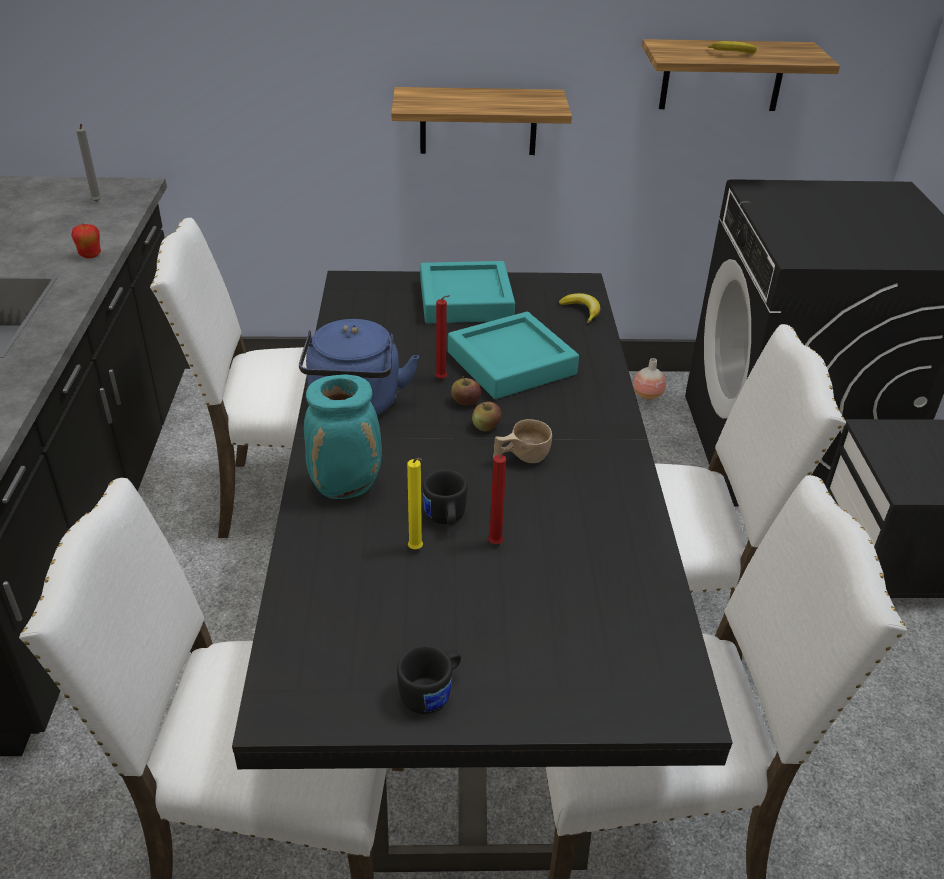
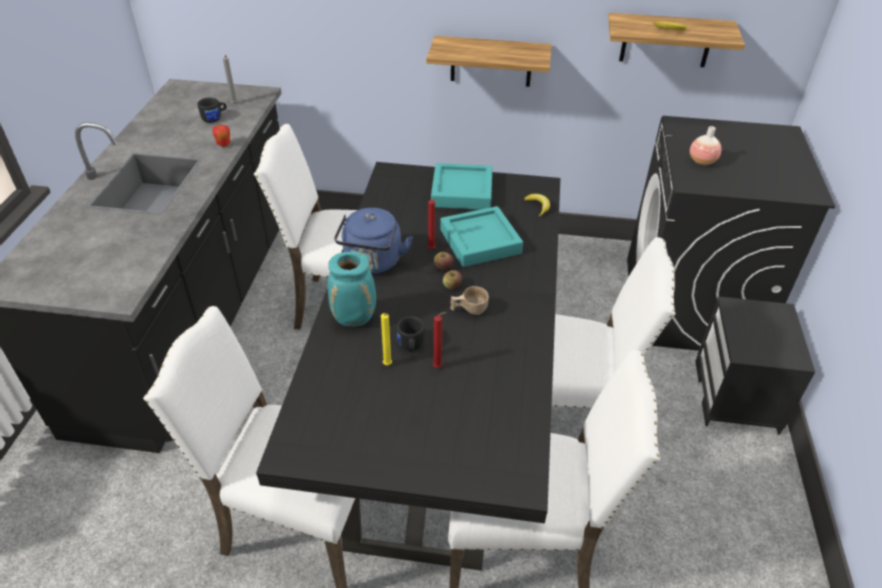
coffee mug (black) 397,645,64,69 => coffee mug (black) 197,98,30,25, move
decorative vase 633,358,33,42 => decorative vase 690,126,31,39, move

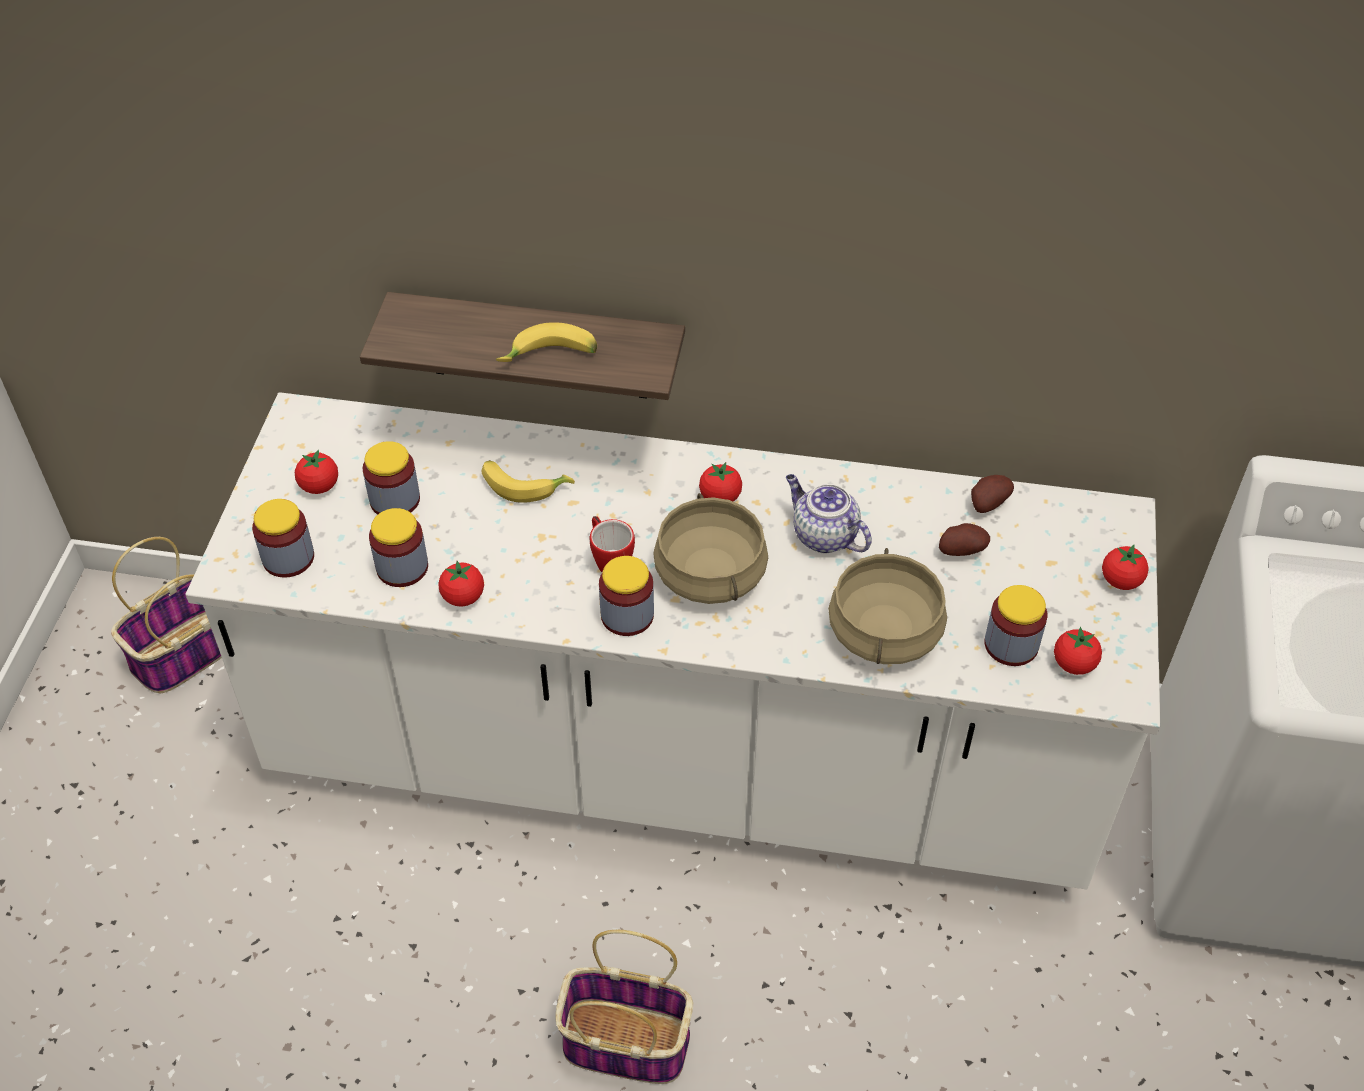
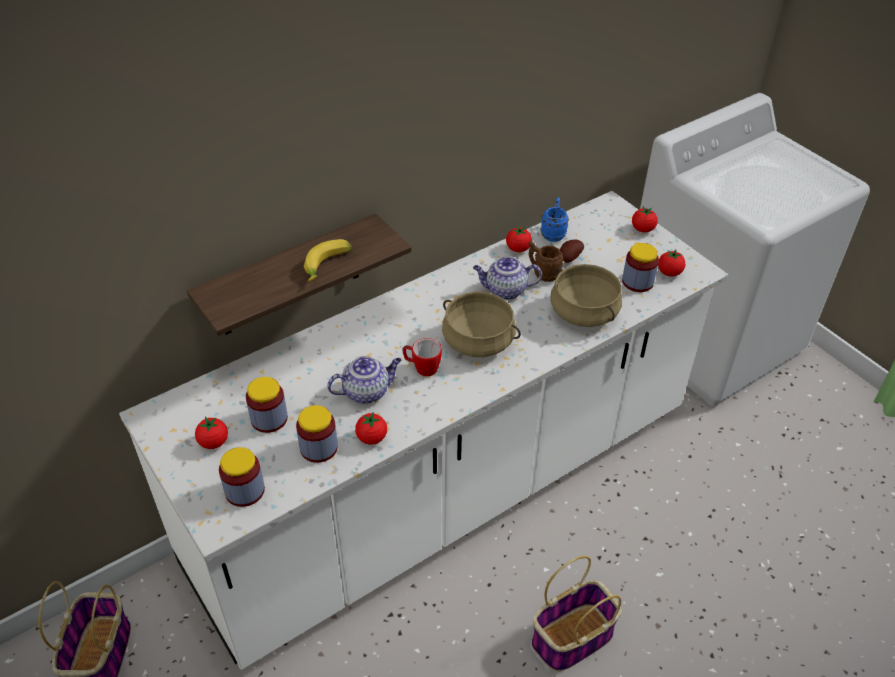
banana fruit 481,460,94,43 => nothing
storage jar 599,556,55,80 => nothing
whole tomato 699,462,43,40 => whole tomato 506,226,26,26, move
whole potato 971,475,43,38 => coffee mug (blue-coloured) 540,198,29,44
nothing => teapot 327,356,75,48
nothing => coffee mug (brown-coloured) 529,241,35,41

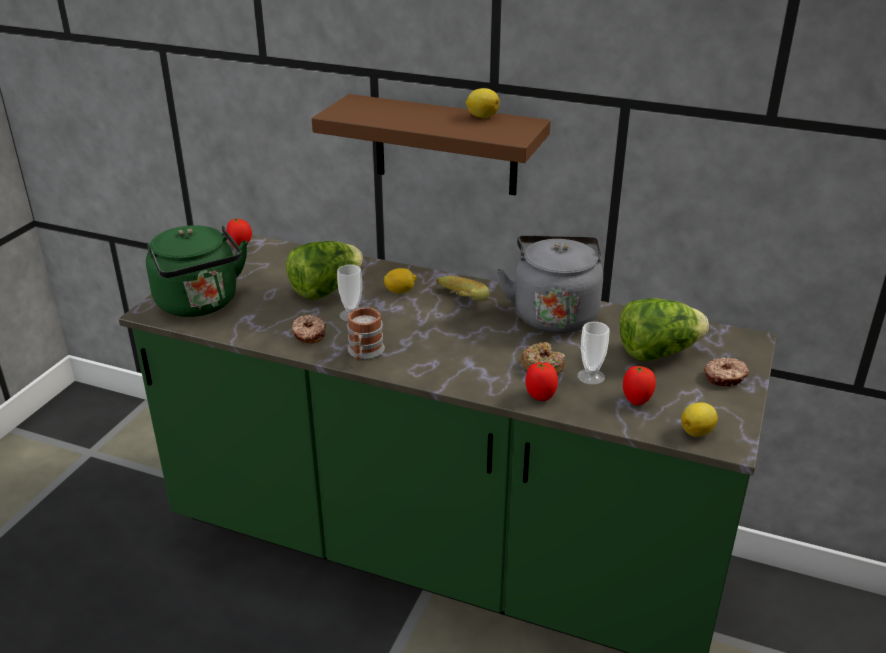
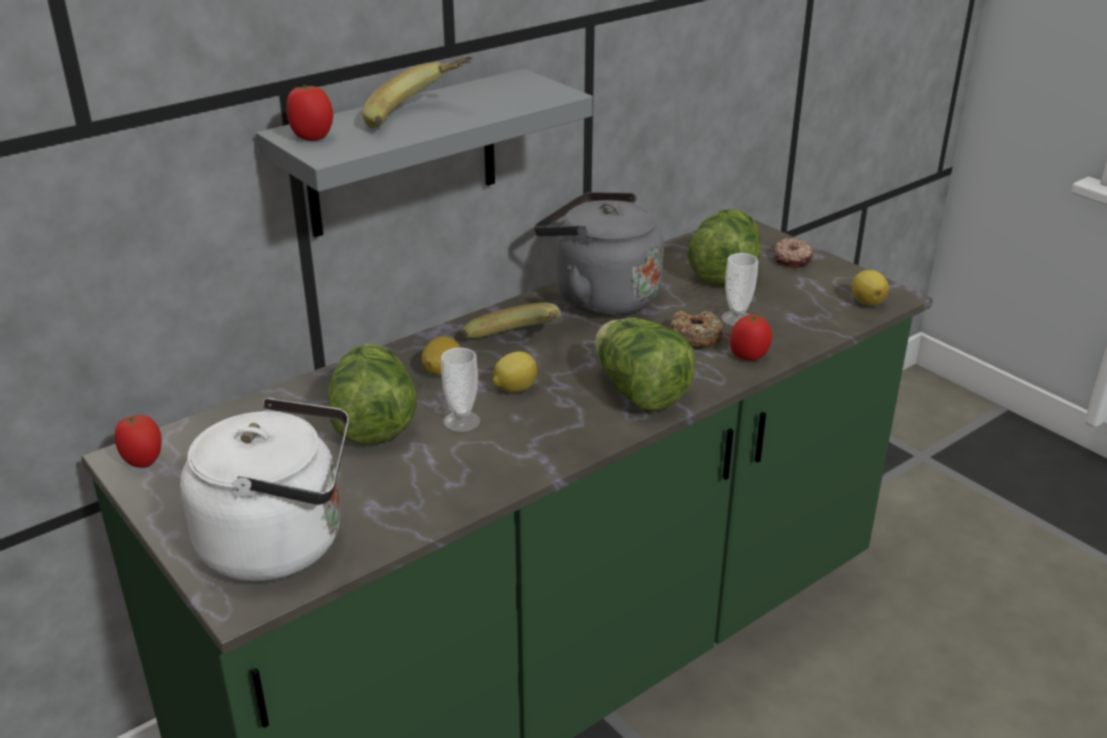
tea kettle (greenish) 146,225,102,92 => tea kettle (white-coloured) 180,398,169,184
doughnut 292,315,34,29 => nothing
wall shelf (brown-coloured) 312,94,238,102 => wall shelf (gray) 256,69,337,168
coffee mug 347,307,38,54 => nothing
lemon 465,88,35,30 => lemon 493,352,45,41, move
whole tomato 623,365,33,40 => whole tomato 287,85,46,56, move
nothing => banana fruit 362,57,110,71
nothing => lettuce 595,318,101,94

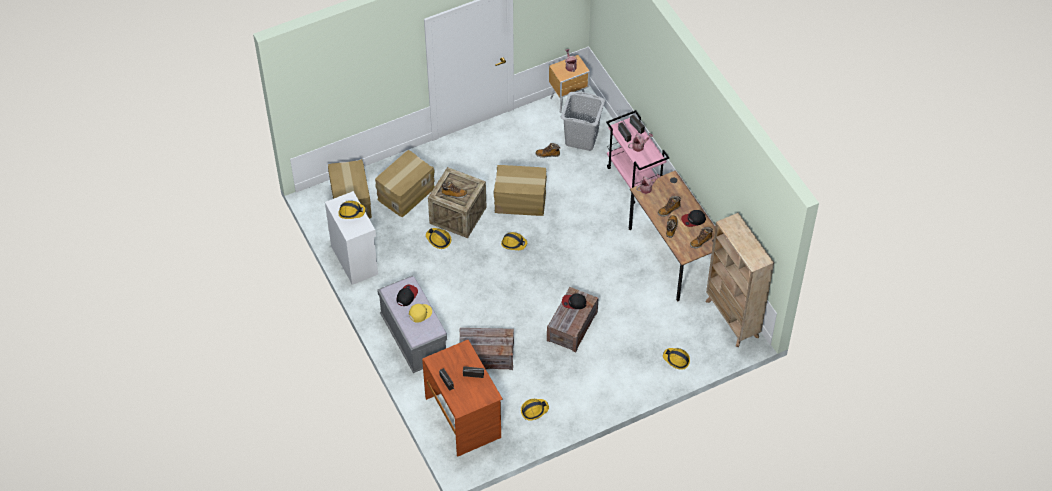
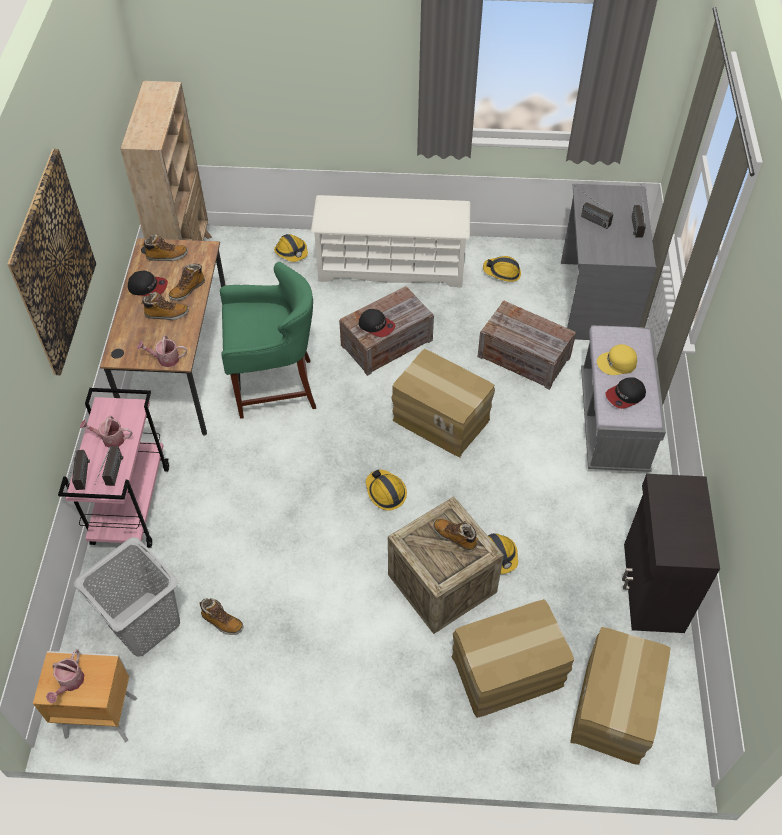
storage cabinet (white-coloured) 325,191,53,94 => storage cabinet (black) 622,474,98,159
safety helmet 338,201,28,18 => nothing
desk table (brown-coloured) 422,340,81,117 => desk table (gray) 561,184,96,156
cardboard box 494,165,53,51 => cardboard box 391,349,104,108, move
nothing => wall picture 7,149,89,226
nothing => stool (greenish) 220,262,96,157
nothing => shoe stand (white-coloured) 311,195,160,93

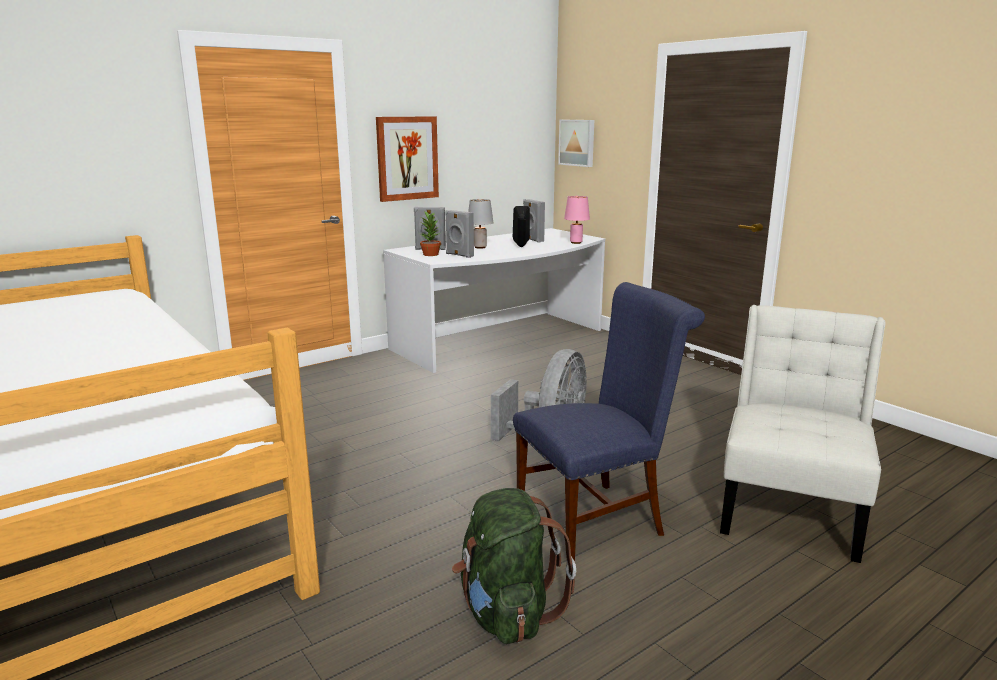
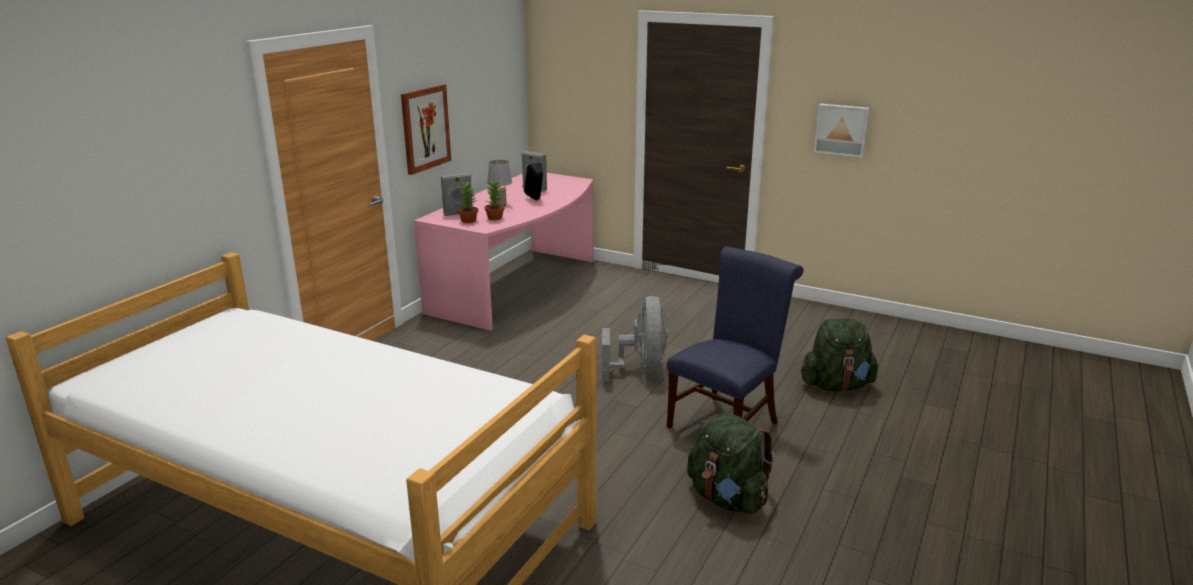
desk table (white-coloured) 383,228,222,145 => desk table (pinkish) 414,173,179,158
audio speaker (gray) 445,210,29,48 => houseplant 485,178,20,42
wall picture 558,120,36,47 => wall picture 814,104,56,54, move
tabletop lamp (pinkish) 564,196,26,48 => nothing
chair (white-coloured) 720,305,165,258 => knapsack (greenish) 801,319,78,72

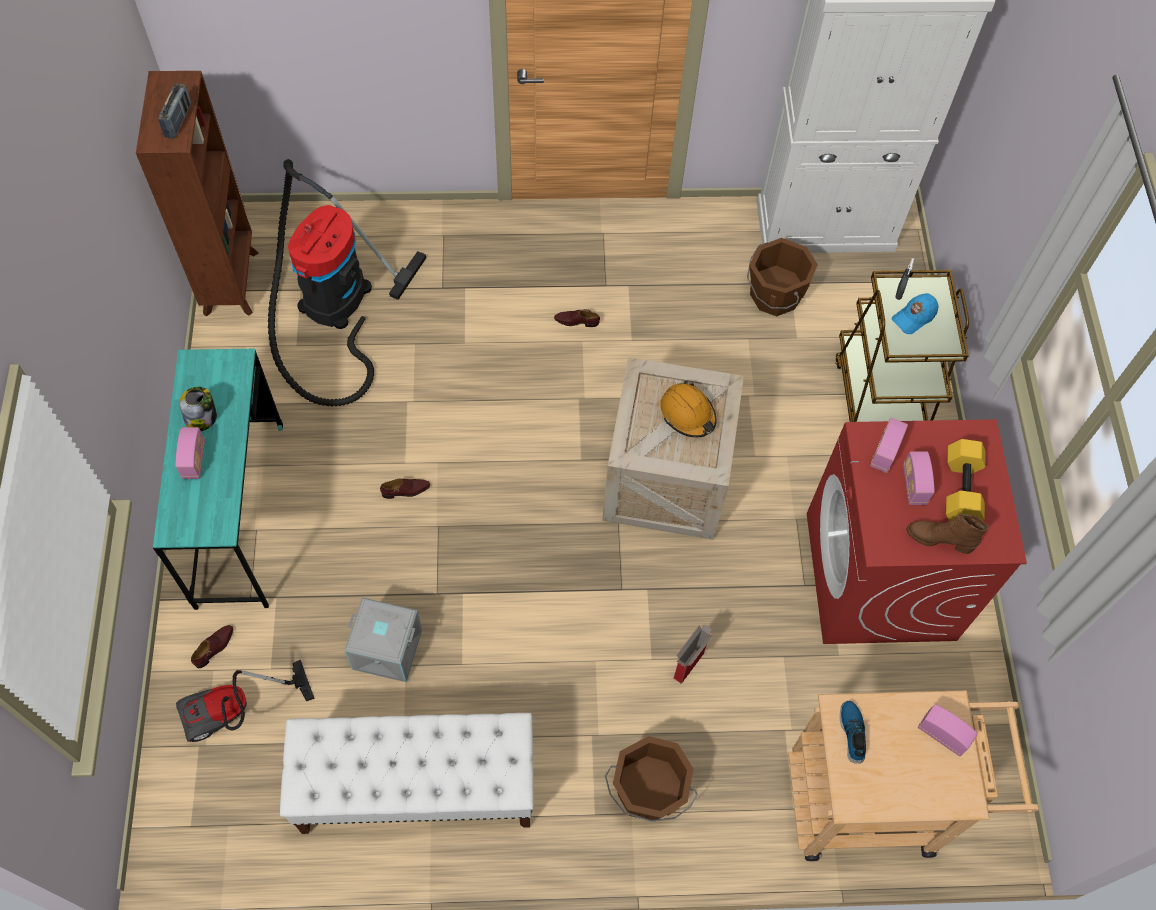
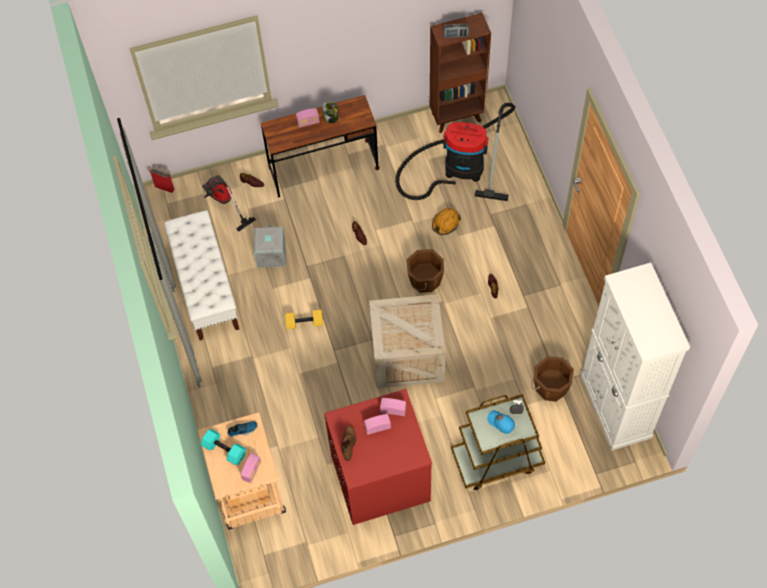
desk table (blue-green) 153,349,130,261 => desk table (brown-coloured) 261,95,119,103
pail (brown-coloured) 605,736,93,86 => pail (brown-coloured) 407,249,37,44, move
safety helmet (orange-coloured) 660,381,56,57 => safety helmet (orange-coloured) 432,208,29,27, move
cardboard box 674,624,39,60 => cardboard box 147,165,27,28, move
dumbbell (yellow-coloured) 946,439,40,83 => dumbbell (yellow-coloured) 285,310,38,19, move
nothing => dumbbell (blue-green) 201,429,45,36

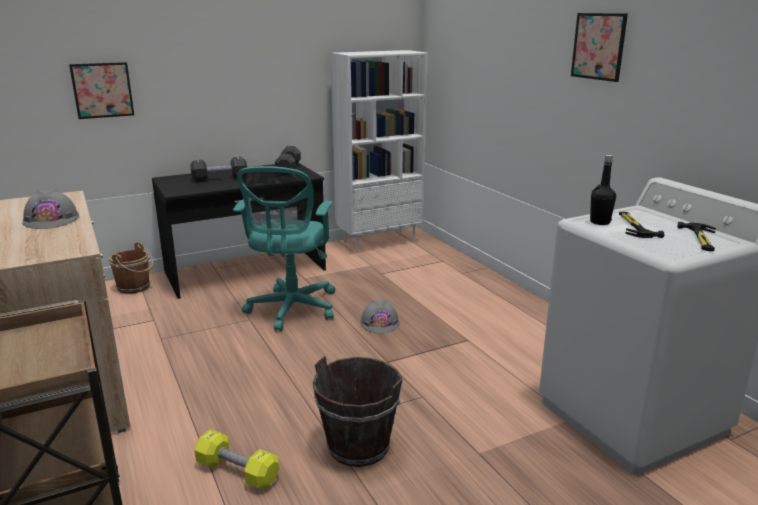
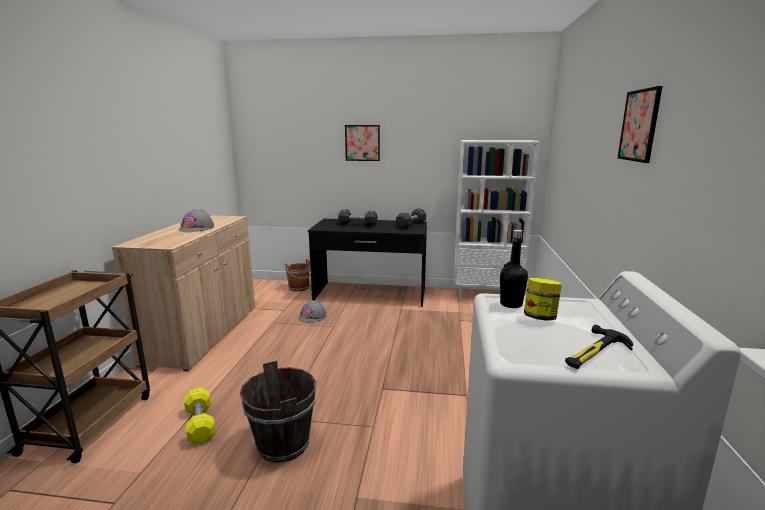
wall picture 69,62,65,57 => wall picture 345,125,35,36, move
computer chair (blue-green) 233,166,102,165 => nothing
safety helmet (gray) 360,300,39,34 => safety helmet (gray) 298,300,29,23, move
tool hammer 619,212,45,26 => storage jar 524,278,38,43

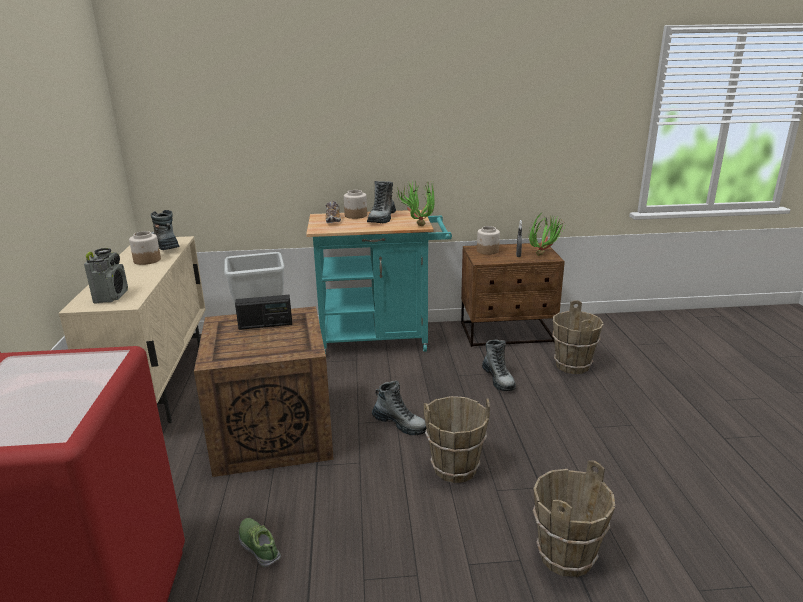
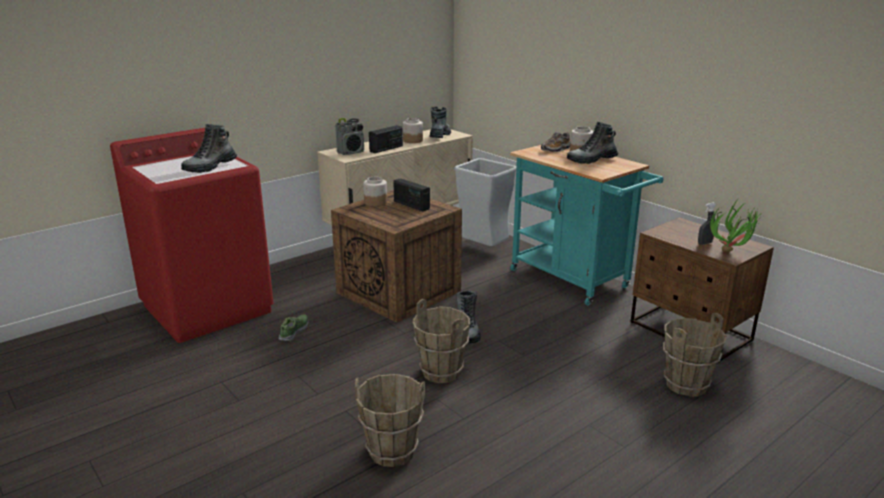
houseplant 397,180,37,46 => nothing
storage jar 477,226,23,29 => storage jar 363,177,24,30, move
boot 482,339,34,52 => boot 181,124,56,49, move
nothing => radio set 369,125,34,28

